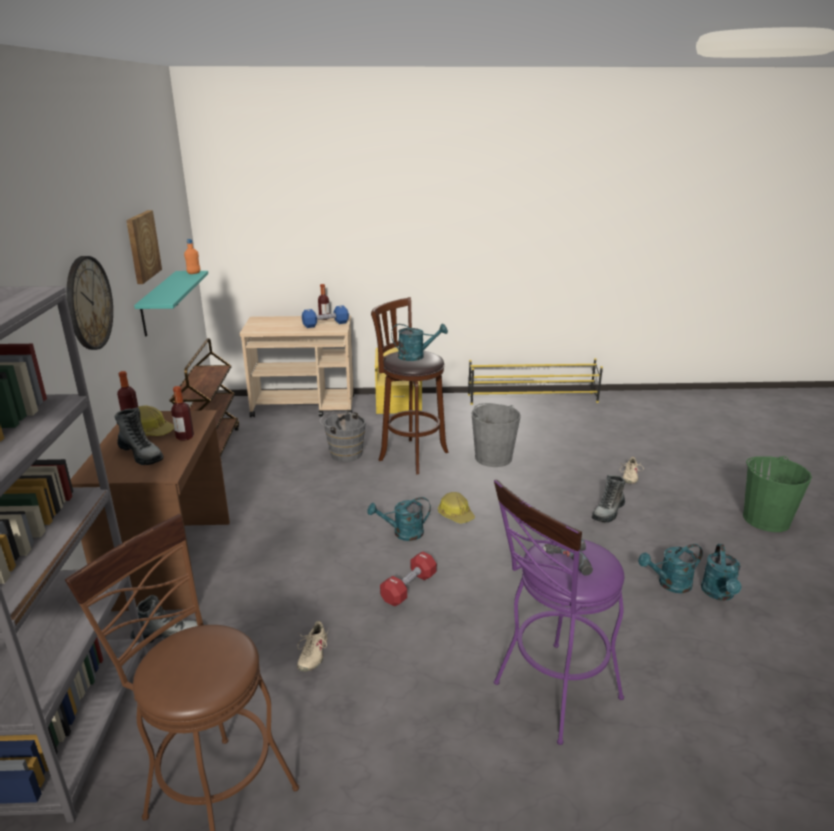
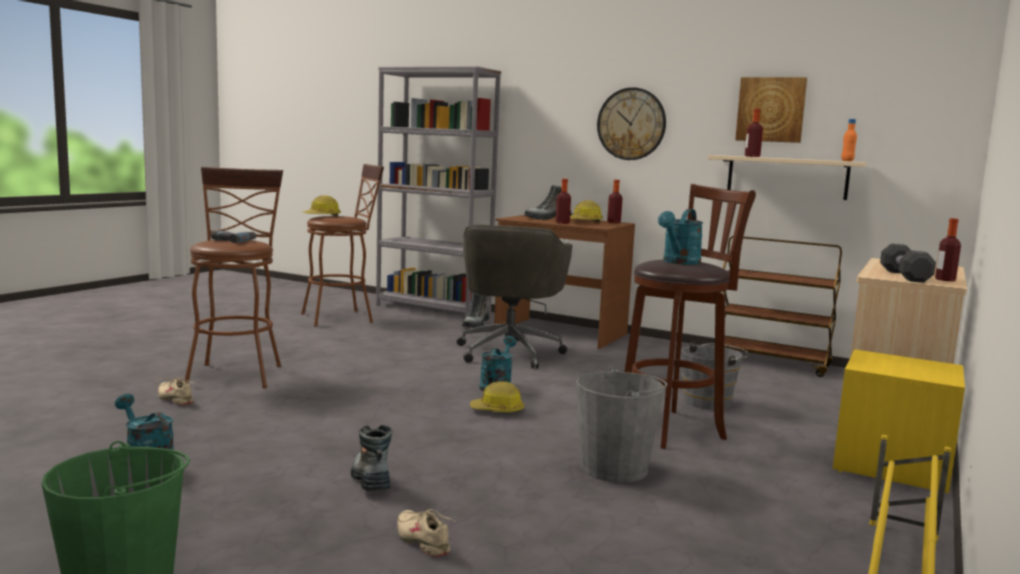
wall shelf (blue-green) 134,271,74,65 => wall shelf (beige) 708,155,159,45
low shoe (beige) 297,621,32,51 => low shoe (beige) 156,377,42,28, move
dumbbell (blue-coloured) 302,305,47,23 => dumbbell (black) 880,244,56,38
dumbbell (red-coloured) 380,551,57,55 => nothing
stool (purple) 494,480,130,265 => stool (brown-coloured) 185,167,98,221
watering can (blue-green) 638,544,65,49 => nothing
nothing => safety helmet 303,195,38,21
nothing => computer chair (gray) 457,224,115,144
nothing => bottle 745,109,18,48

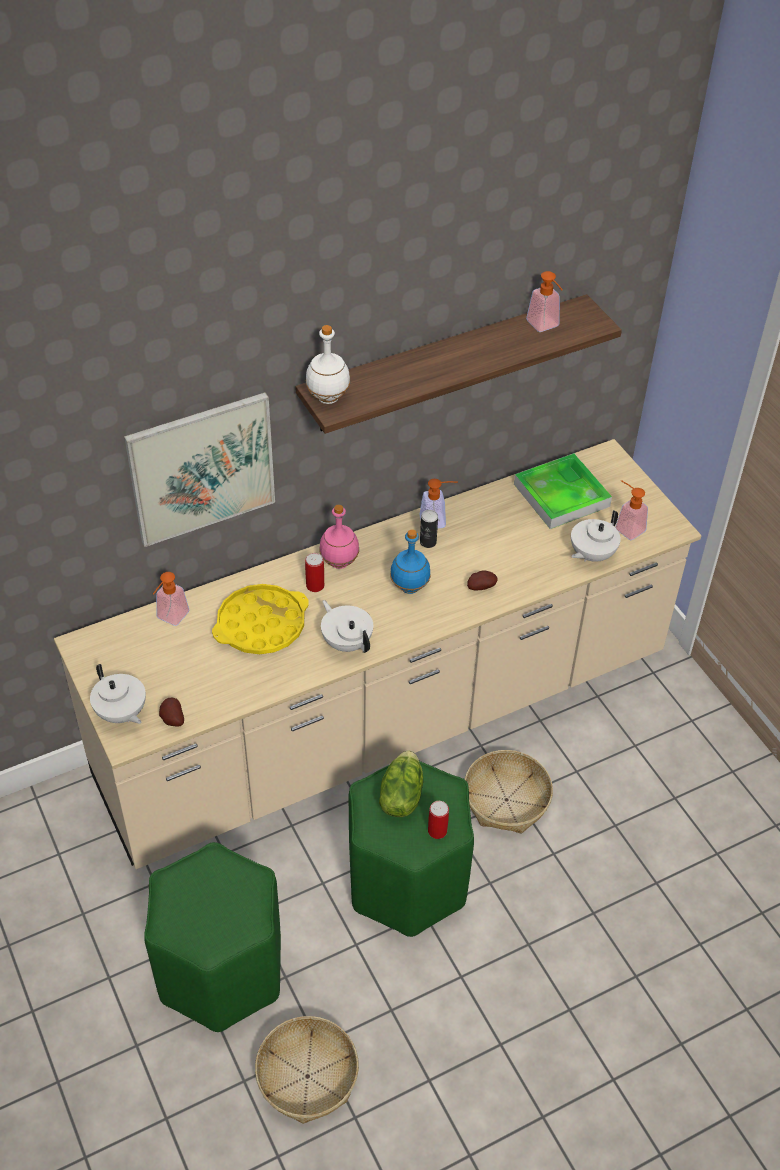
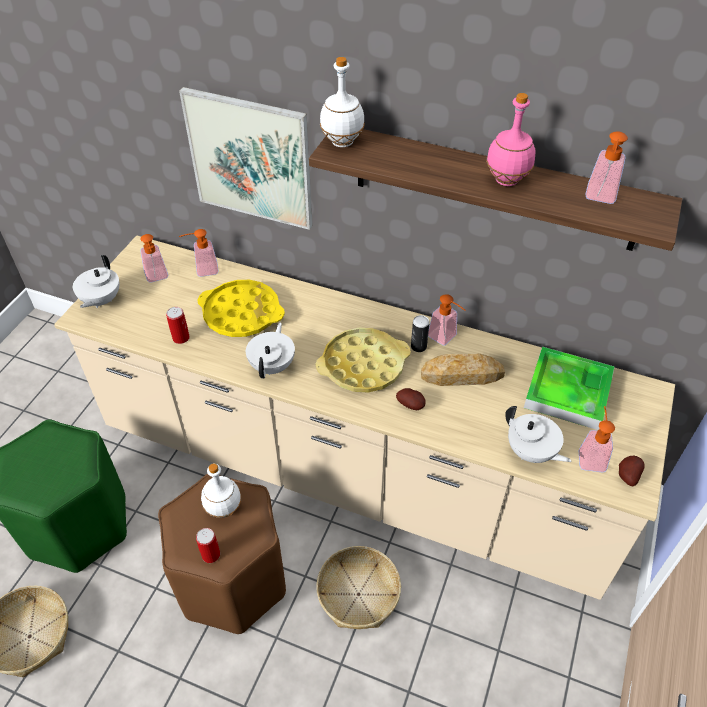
whole potato 159,697,25,30 => whole potato 619,456,26,30, move
sealed can 305,553,19,39 => sealed can 166,307,24,37, move
bottle (pinkish) 319,504,40,65 => bottle (pinkish) 486,93,49,93, move
stool (greenish) 348,761,126,176 => stool (brown-coloured) 158,474,128,160
lettuce 379,750,44,67 => bottle (white-coloured) 201,463,40,55
bottle (blue-coloured) 390,529,41,65 => tray (yellow-coloured) 316,328,95,65
teapot (white-coloured) 571,510,50,52 => teapot (white-coloured) 505,406,67,57, 135 degrees counterclockwise
nothing => soap bottle 141,234,27,49
nothing => baked bread 421,354,84,32

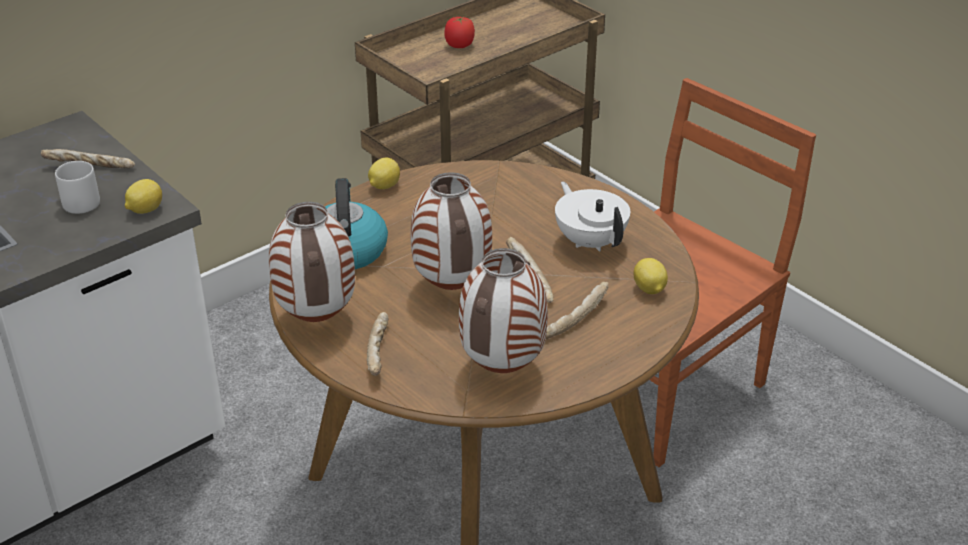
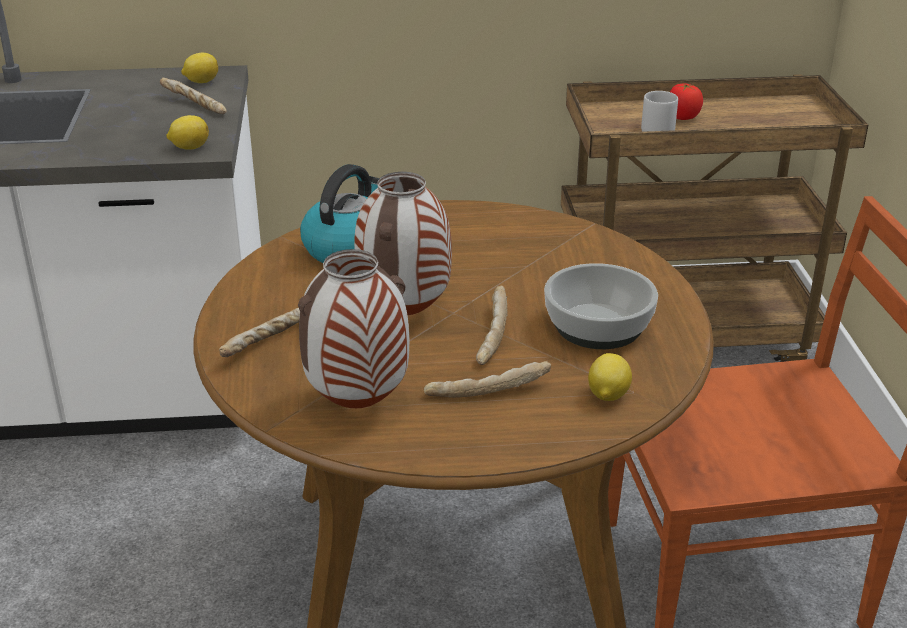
coffee mug (gray) 55,161,45,53 => coffee mug (gray) 641,91,37,41, move
decorative vase 269,202,86,120 => nothing
lemon 368,157,32,32 => lemon 181,53,37,30, move
teapot (white-coloured) 555,182,75,70 => serving bowl 544,263,114,86

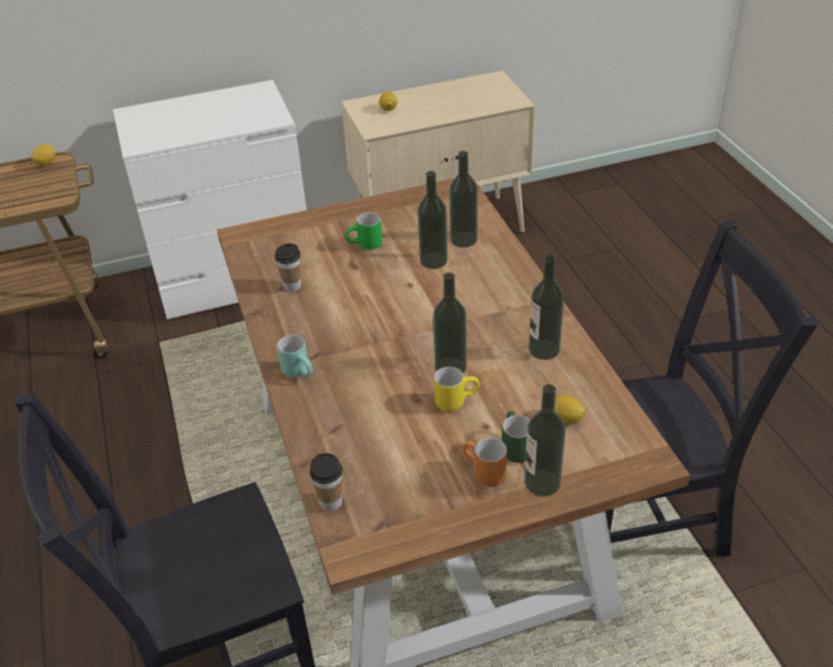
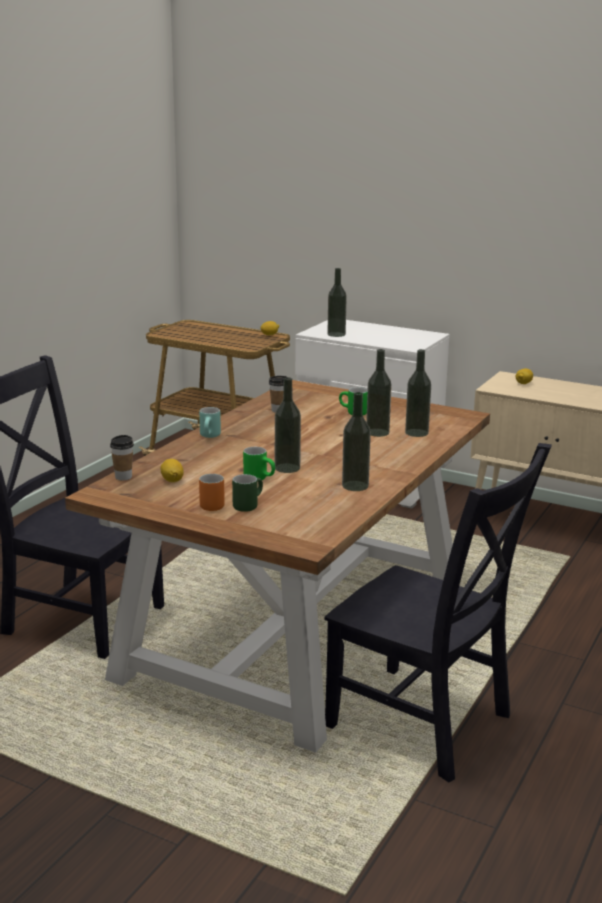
coffee mug (yellow-coloured) 434,367,45,45 => coffee mug (greenish) 243,447,32,33
bottle 524,384,42,113 => bottle 327,268,20,69, move
lemon 555,395,30,29 => lemon 160,459,24,23, move

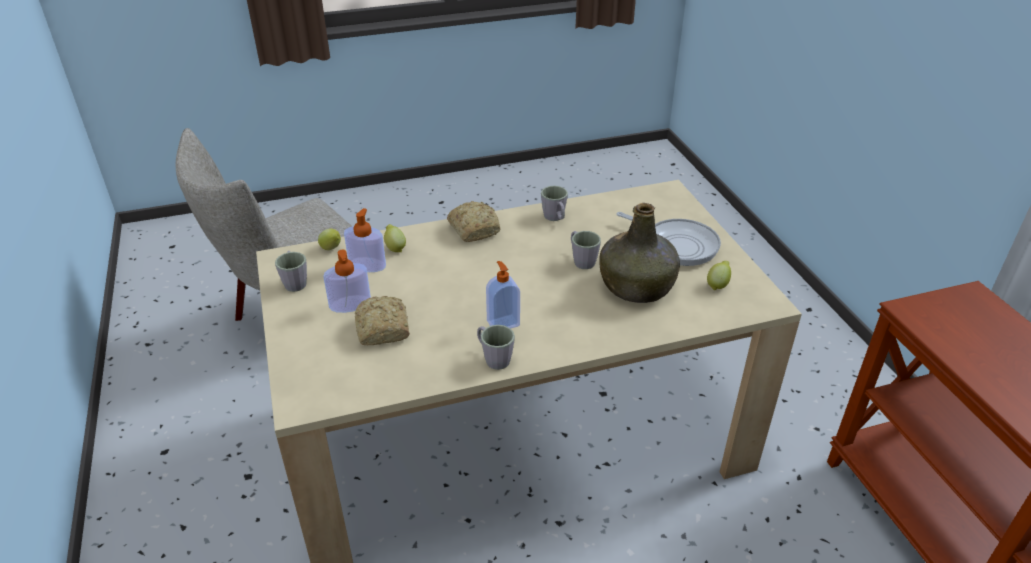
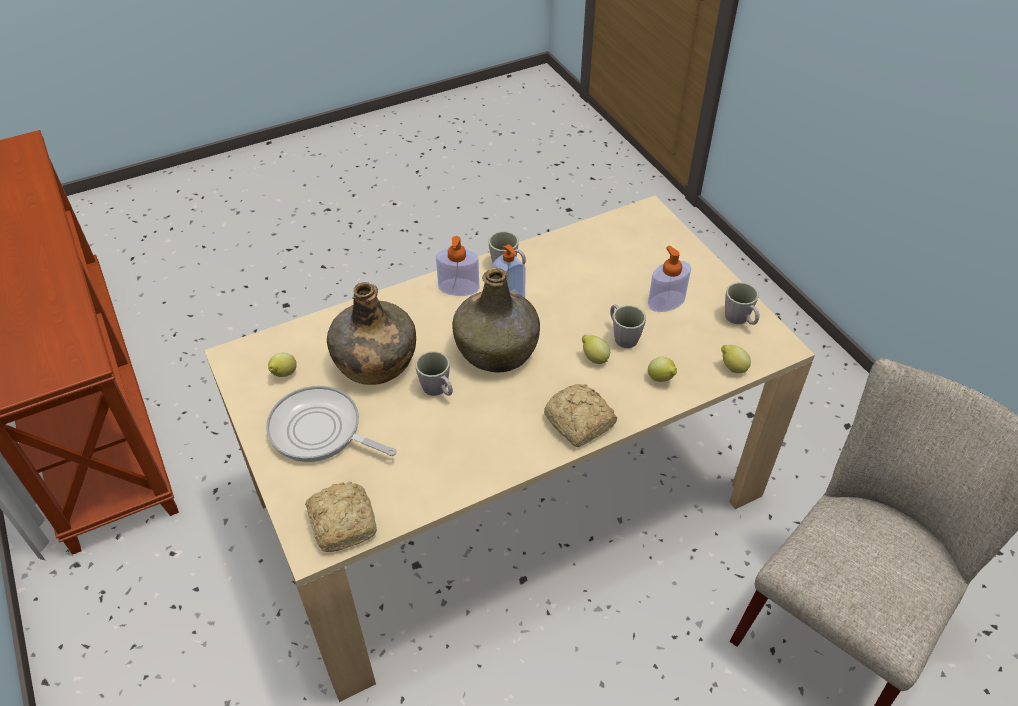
soap bottle 344,208,42,64 => soap bottle 436,236,43,60, move
baked bread 355,296,55,49 => baked bread 305,481,72,71, move
coffee mug (gray) 541,186,27,35 => coffee mug (gray) 610,304,36,44, move
nothing => bottle (greenish) 452,268,88,104
nothing => lemon 582,335,28,29

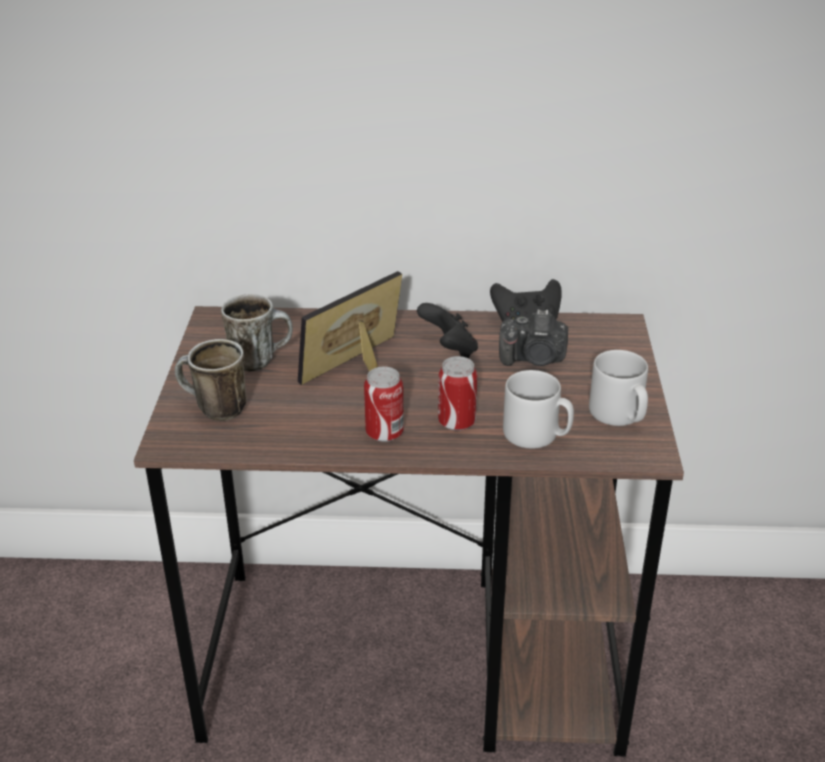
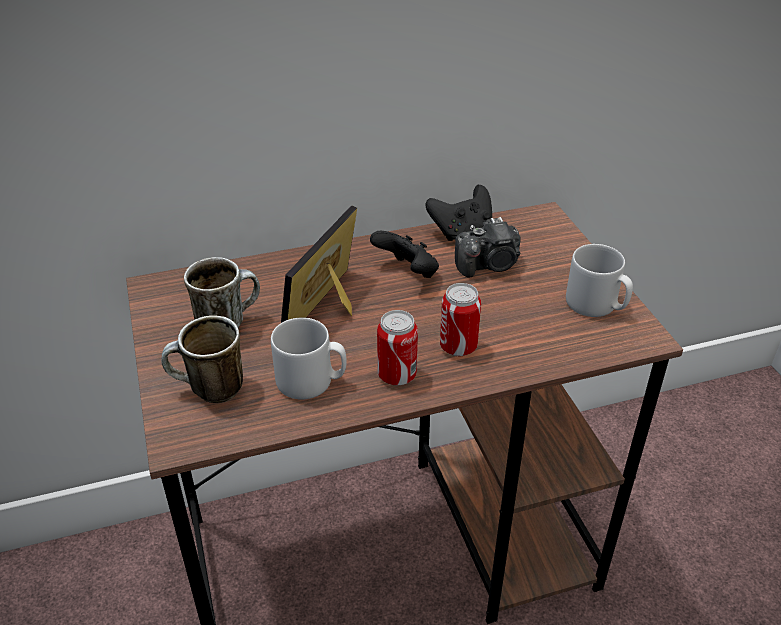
coffee mug (gray) 503,370,71,79 => coffee mug (gray) 271,318,76,81, move

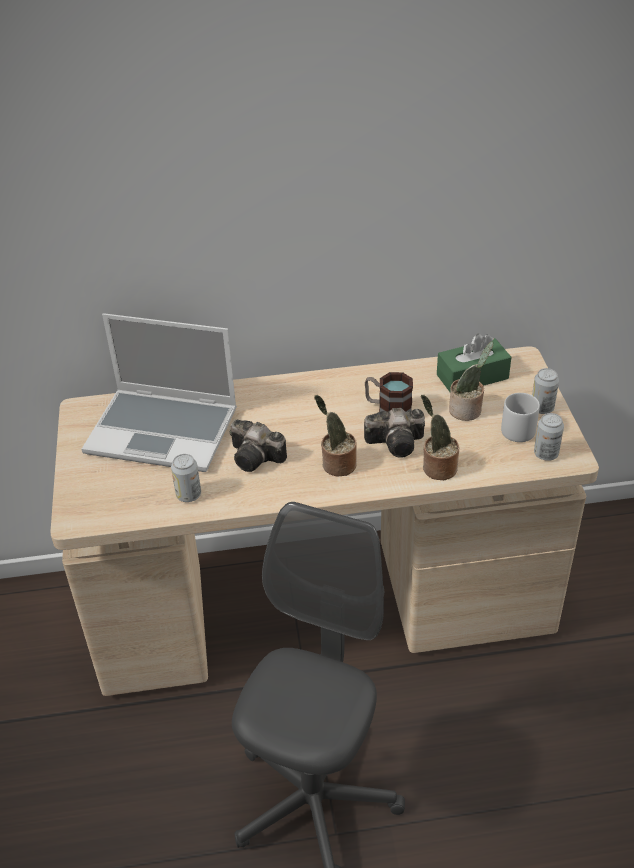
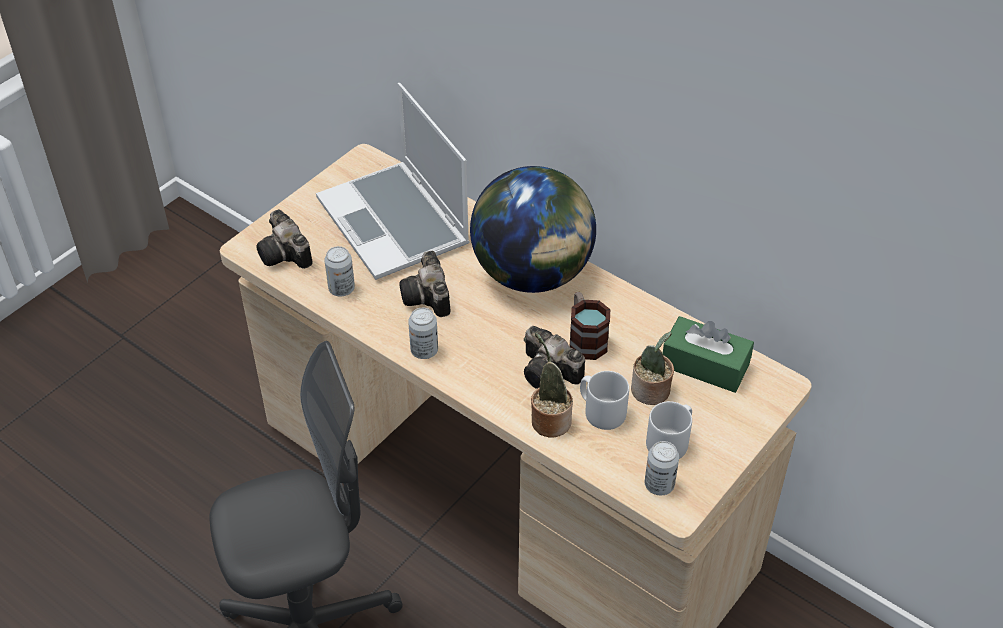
houseplant 314,395,43,81 => nothing
sealed can 532,368,27,46 => sealed can 408,308,30,51, move
nothing => still camera 256,209,56,60
nothing => desk globe 470,166,126,127
nothing => coffee mug (gray) 580,371,49,59

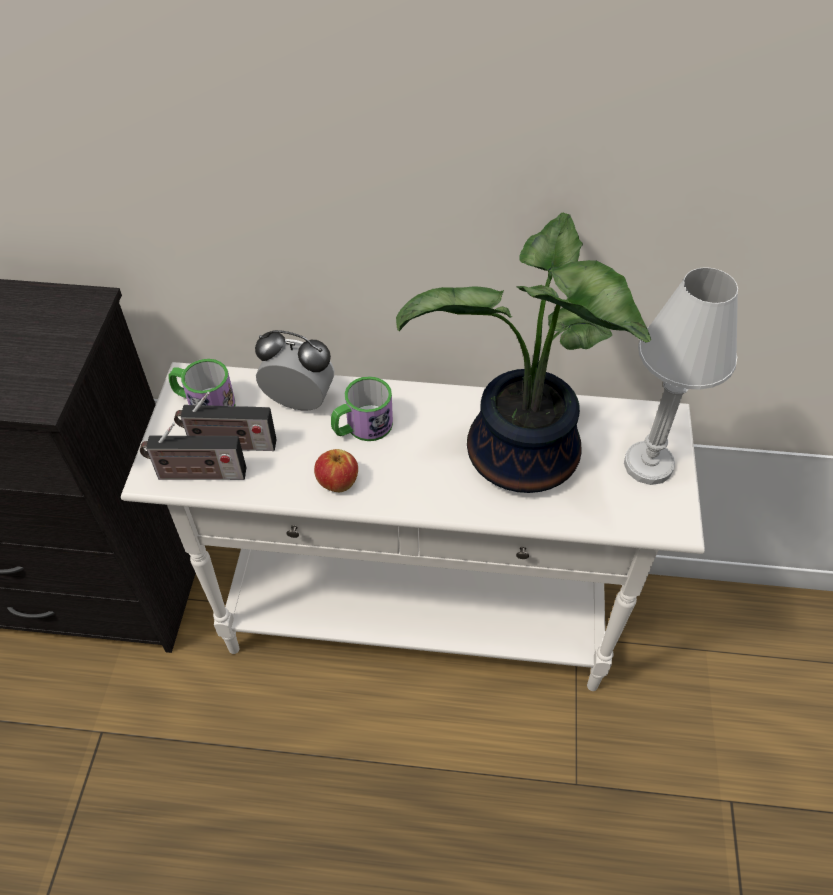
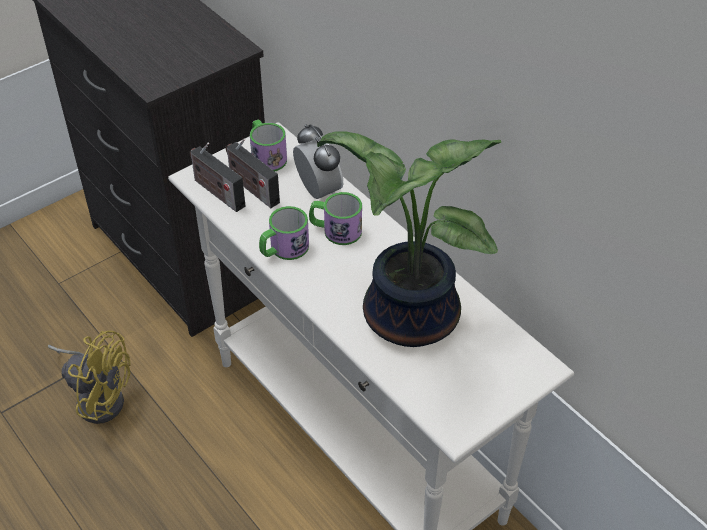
apple fruit 314,449,44,43 => coffee mug 259,206,50,54
tabletop lamp (white-coloured) 624,267,114,218 => nothing
nothing => cooling fan (yellow-coloured) 48,331,83,93

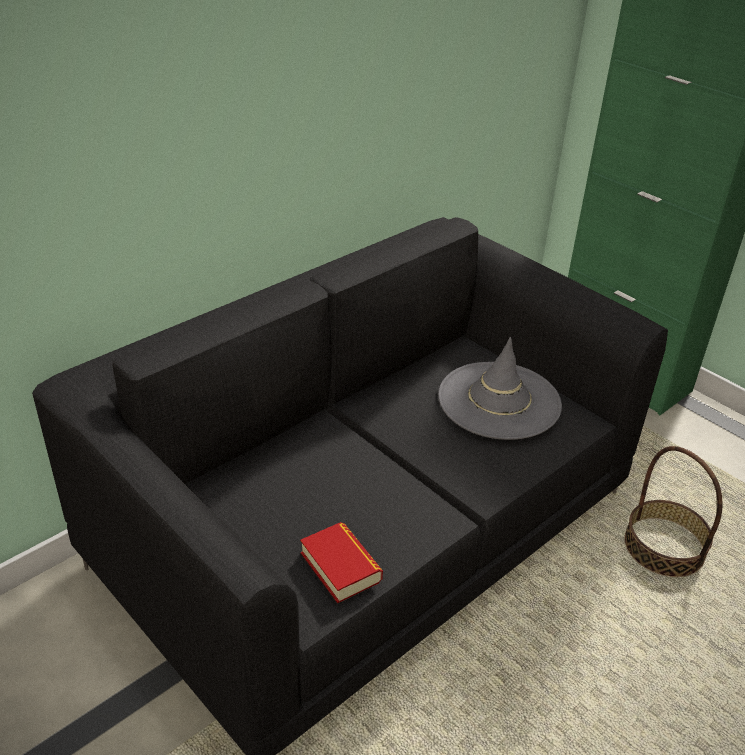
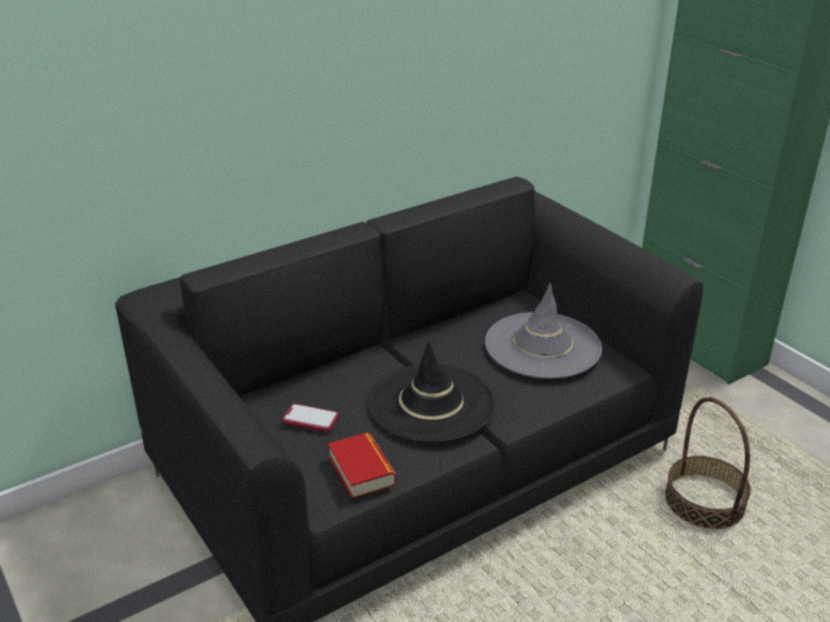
nothing => telephone 283,404,56,28
nothing => clothing hat (black) 368,341,127,102

